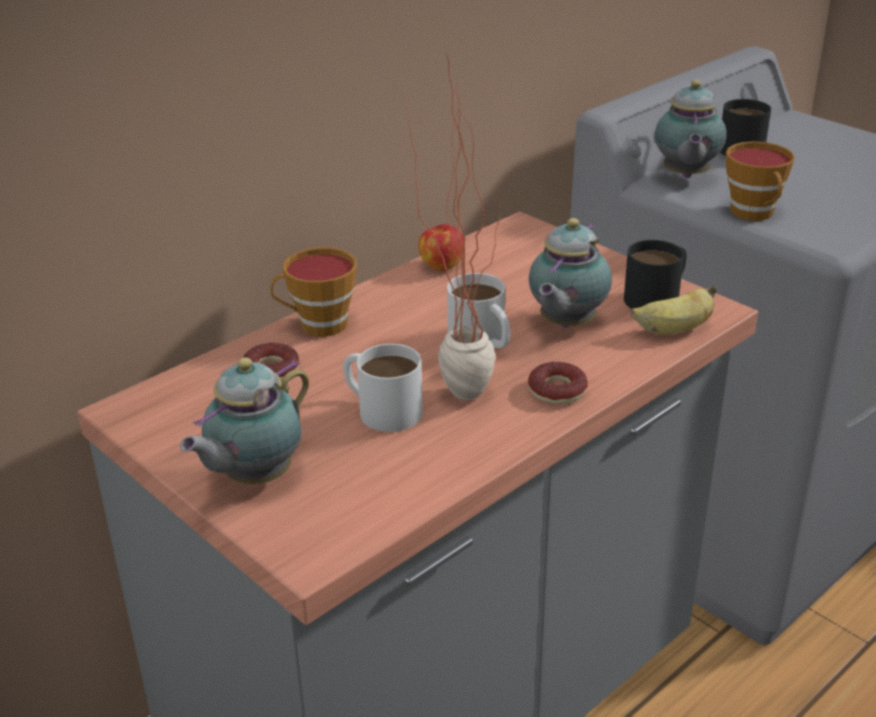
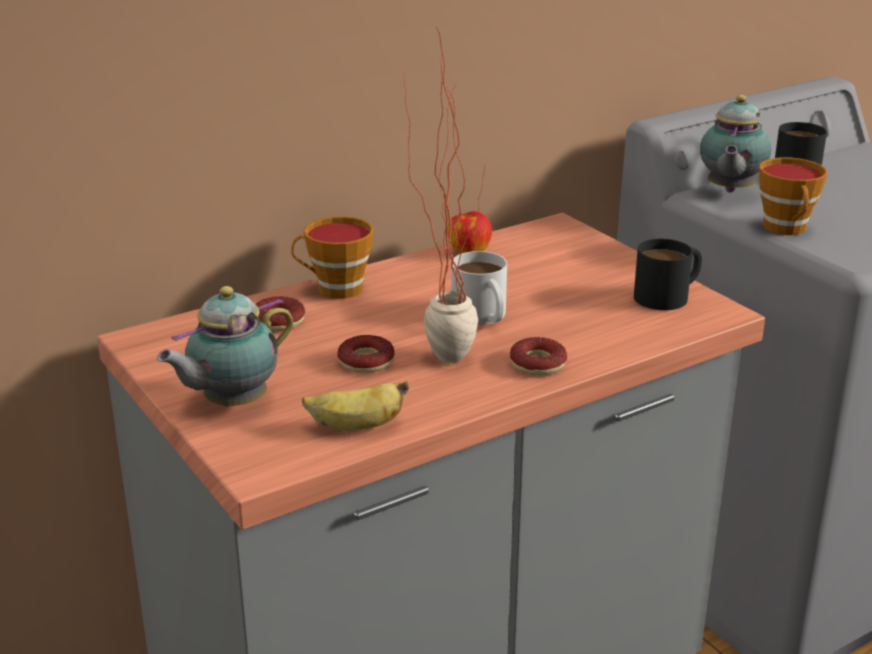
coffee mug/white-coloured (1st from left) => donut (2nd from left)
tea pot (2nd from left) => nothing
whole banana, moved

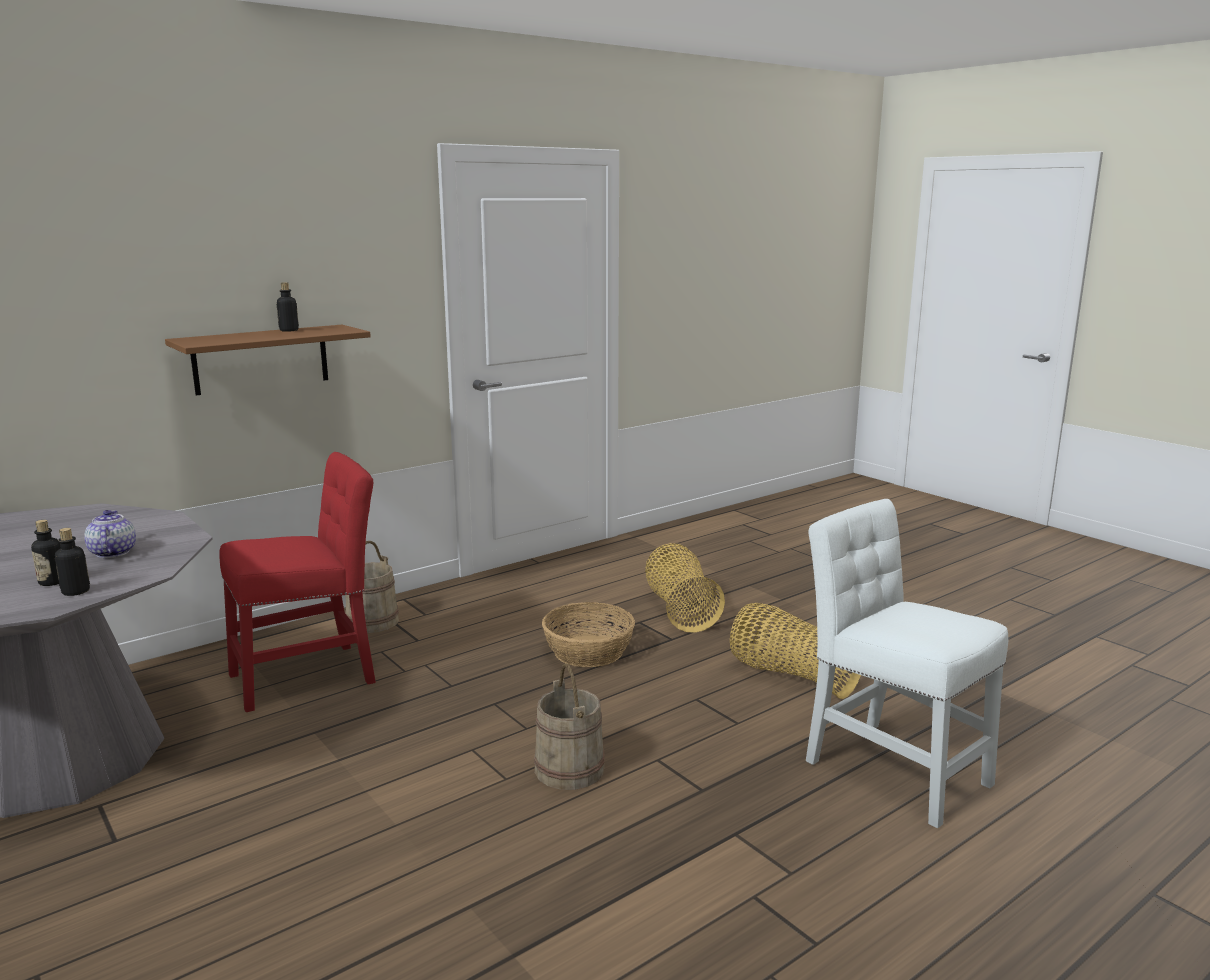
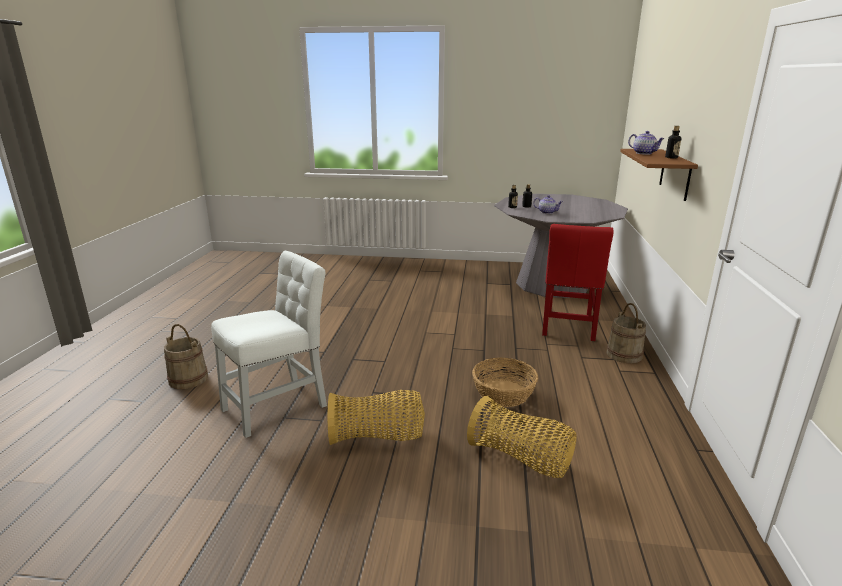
pail/beige-coloured (2nd from left in the first image) => pail/beige-coloured (1st from left), moved
upright chair/white-coloured, 45 degrees counterclockwise
nothing => tea pot (2nd from left)

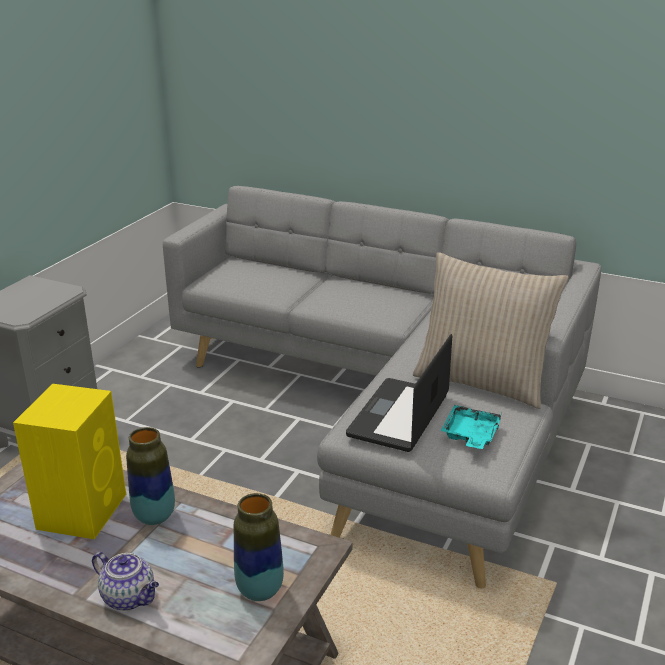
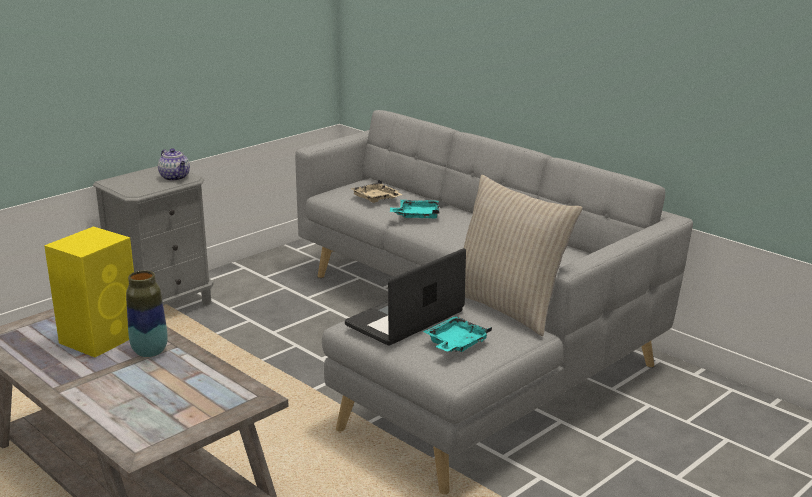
tea pot, moved
vase (2nd from left) => nothing
nothing => carrying tray/beige-coloured
nothing => carrying tray/blue-green (1st from left)

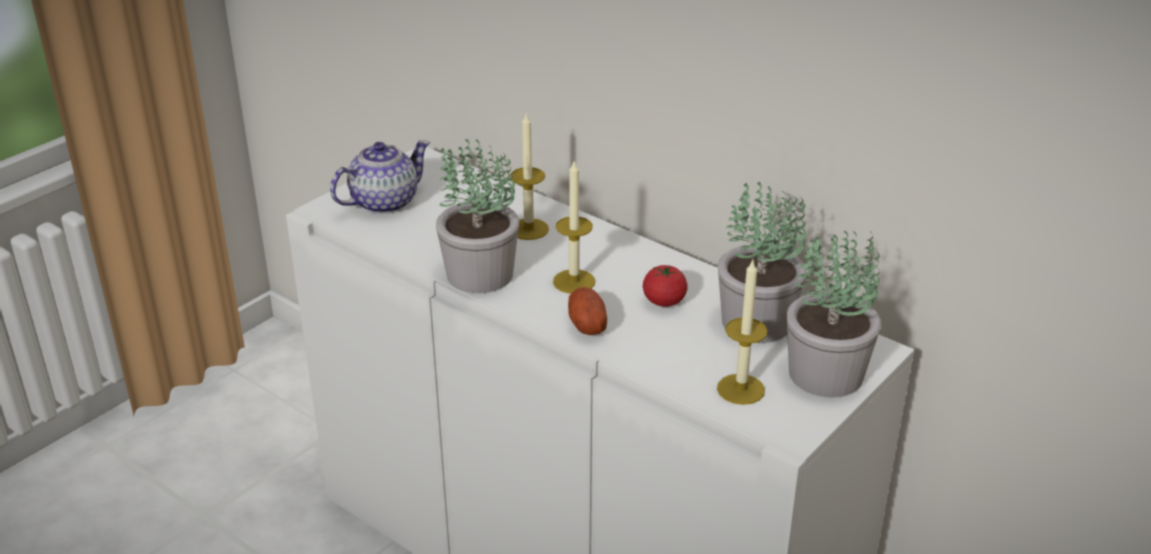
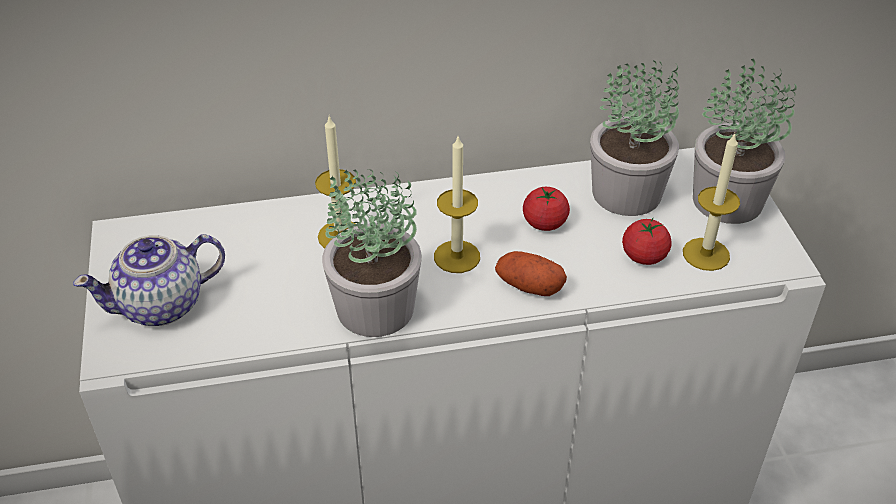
tea pot, 120 degrees counterclockwise
nothing => whole tomato (2nd from left)

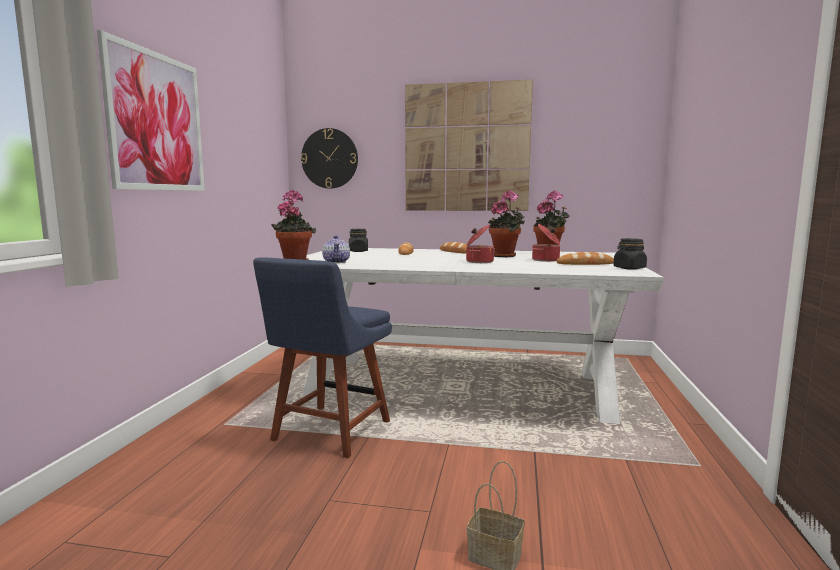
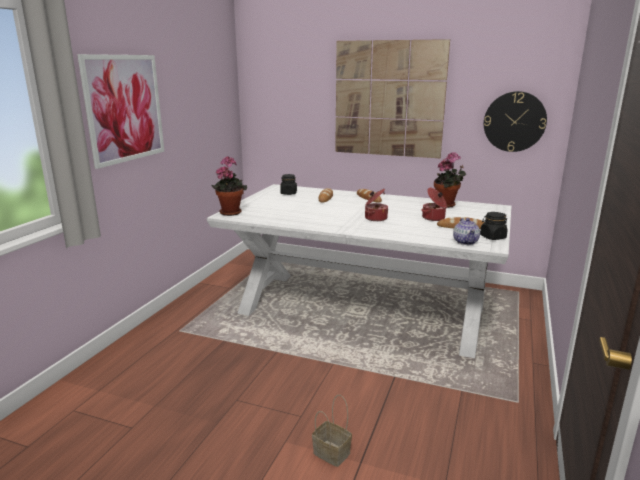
upright chair/bluish => nothing
wall clock, moved
tea pot, moved
houseplant (2nd from left) => nothing

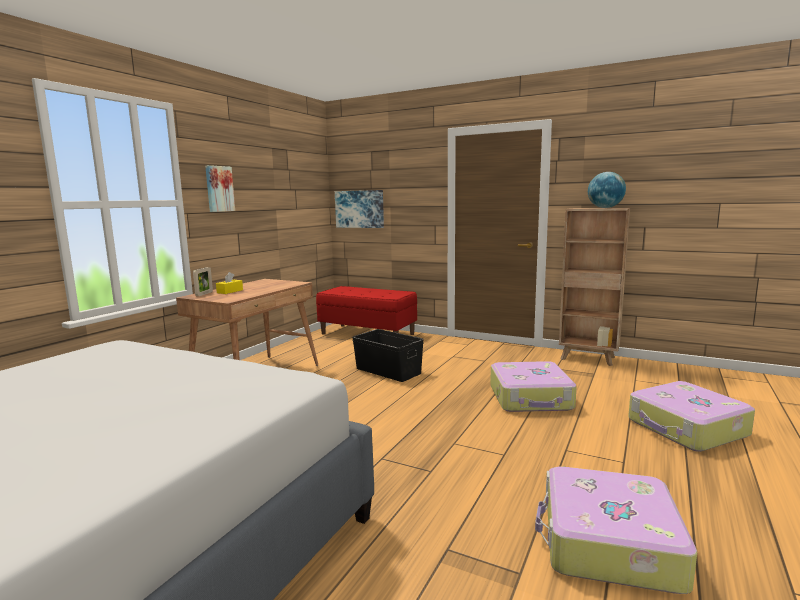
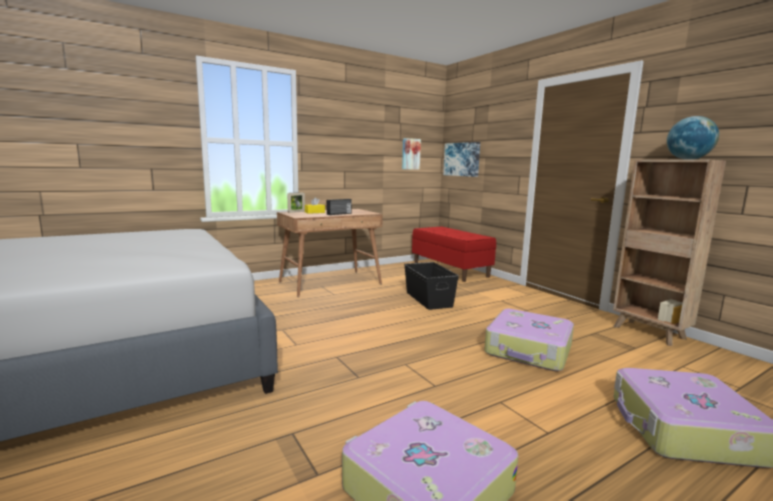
wall art (1st from left), moved
nothing => radio set

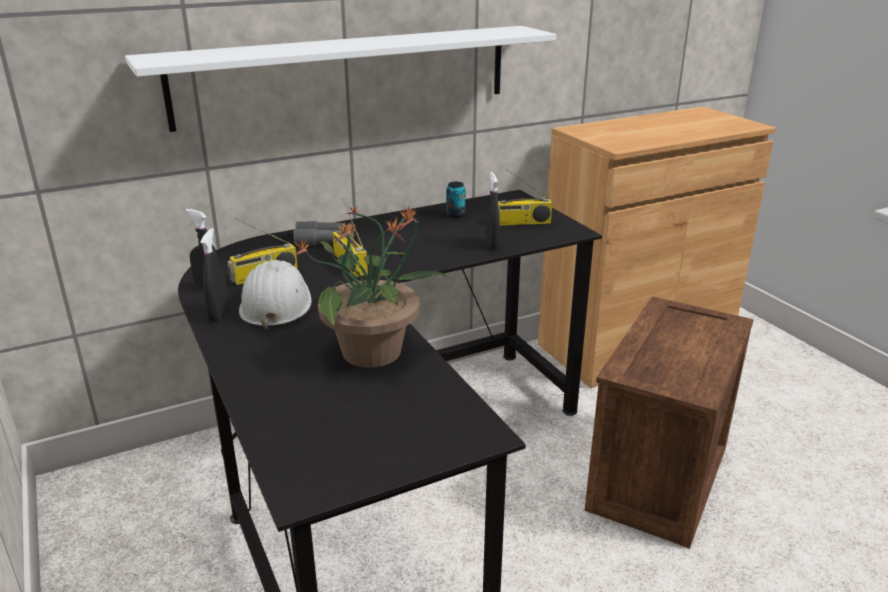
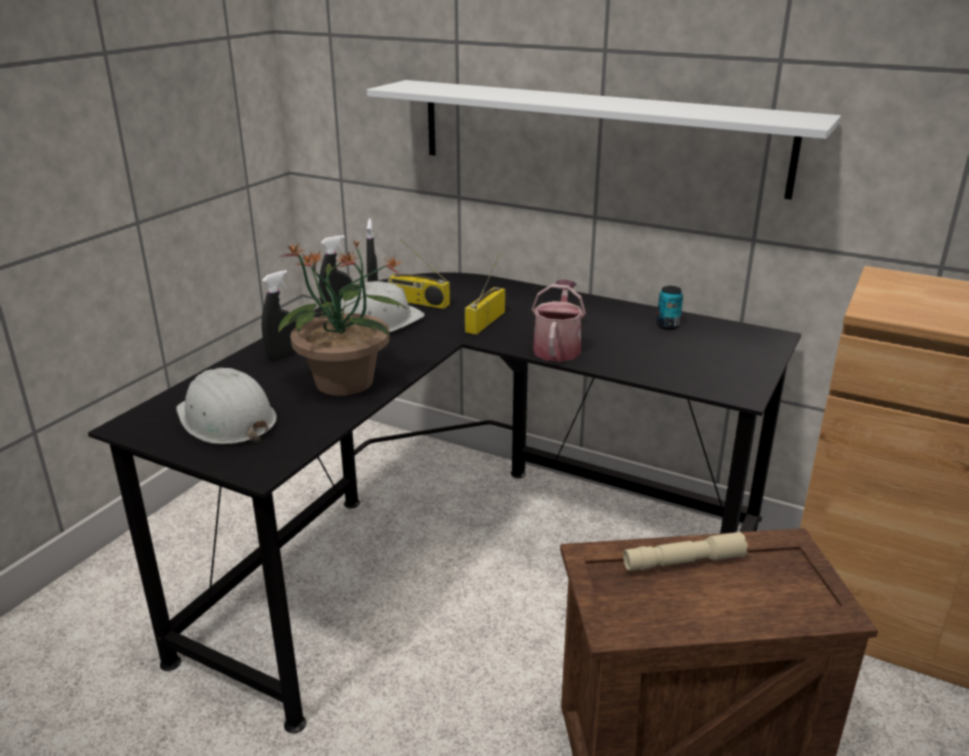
pair of binoculars/greyish => nothing
hand sprayer/black (3rd from left in the first image) => hand sprayer/black (1st from left), moved
radio set (3rd from left) => nothing
nothing => hard hat/white-coloured (1st from left)
nothing => watering can
nothing => hand torch/beige-coloured

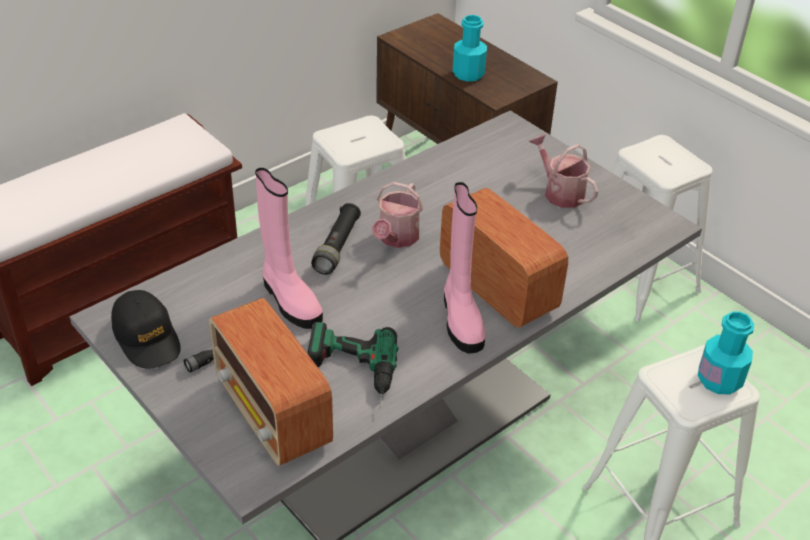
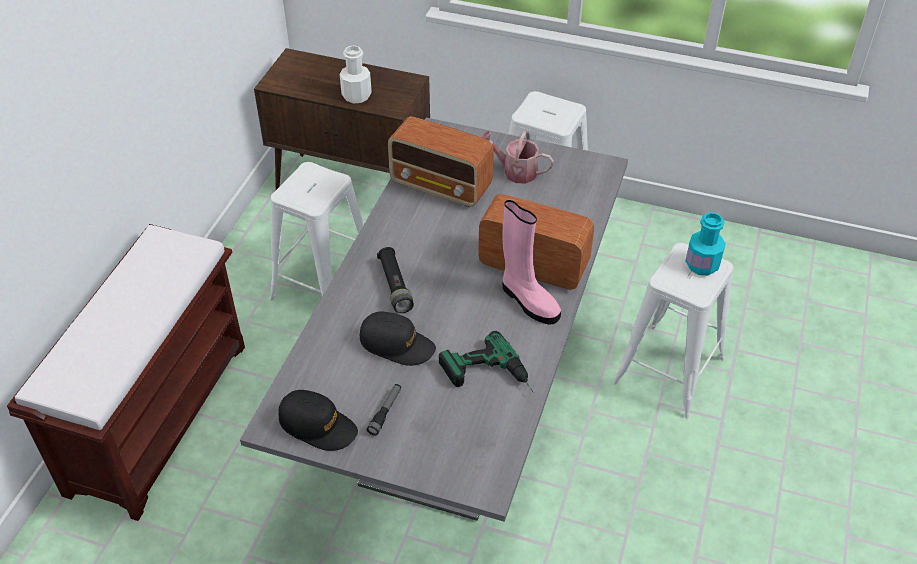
radio set (1st from left), moved
high-top boot/pink-coloured (1st from left) => baseball cap/black (2nd from left)
watering can (1st from left) => nothing
bottle/blue-green (1st from left) => bottle/white-coloured

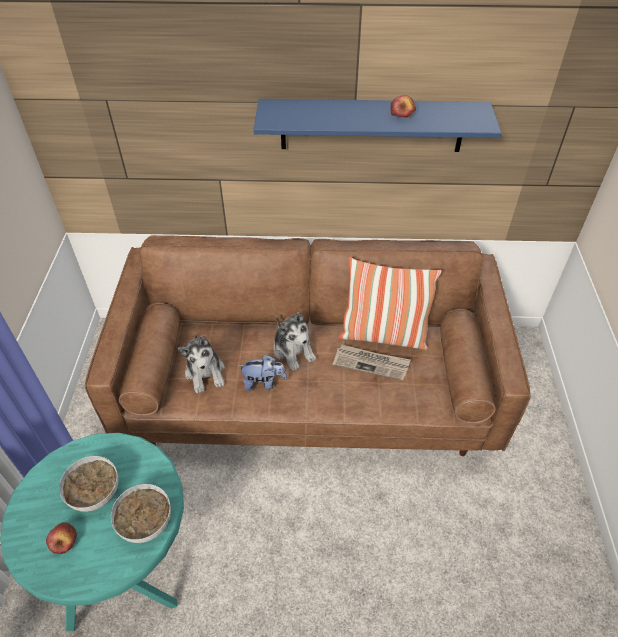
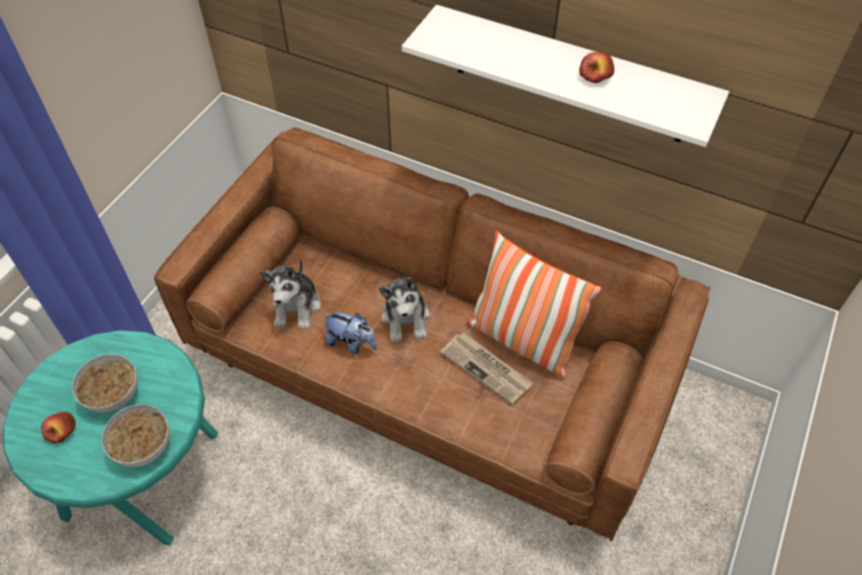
wall shelf/bluish => wall shelf/white-coloured

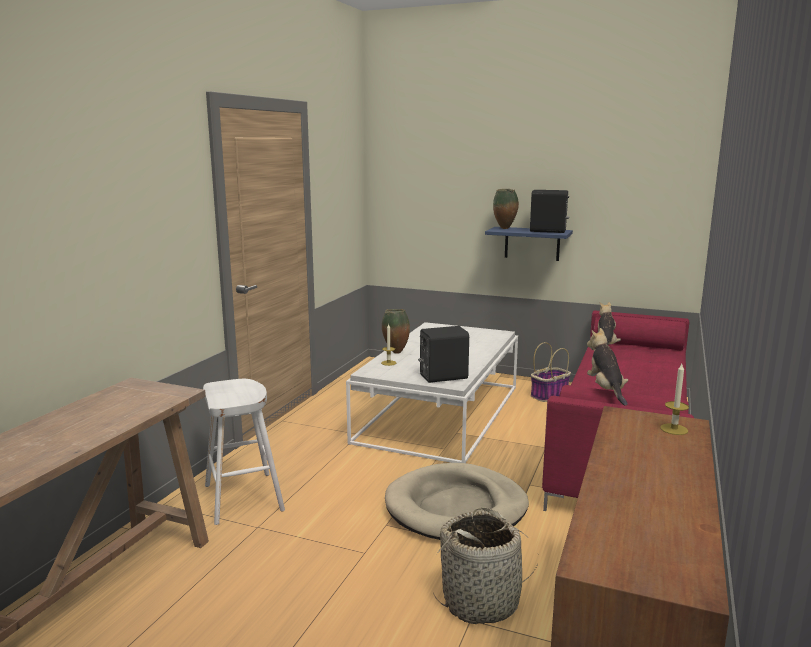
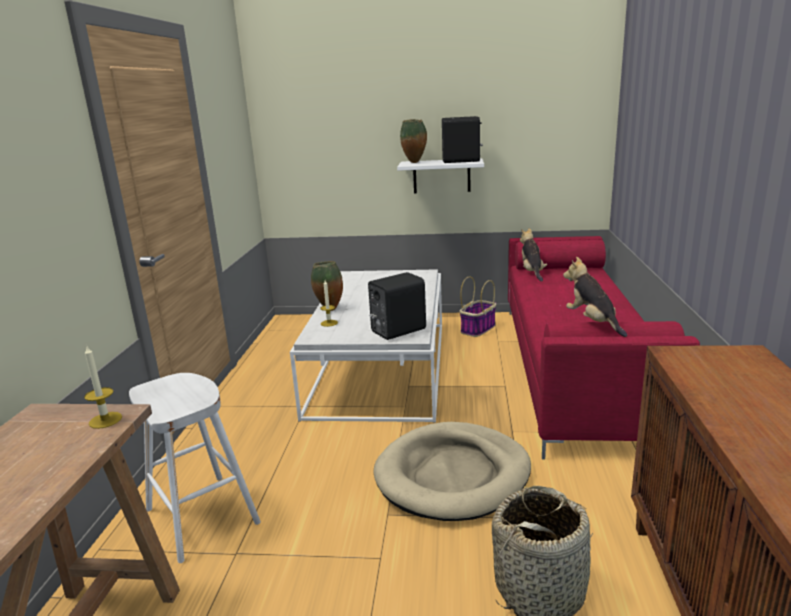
wall shelf/bluish => wall shelf/white-coloured
wax light (2nd from left in the first image) => wax light (1st from left), moved

